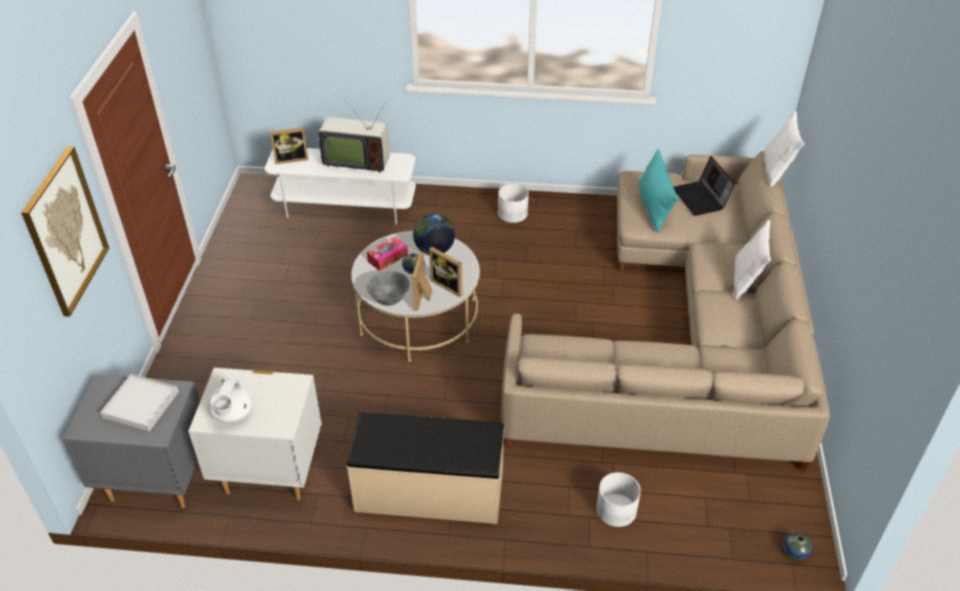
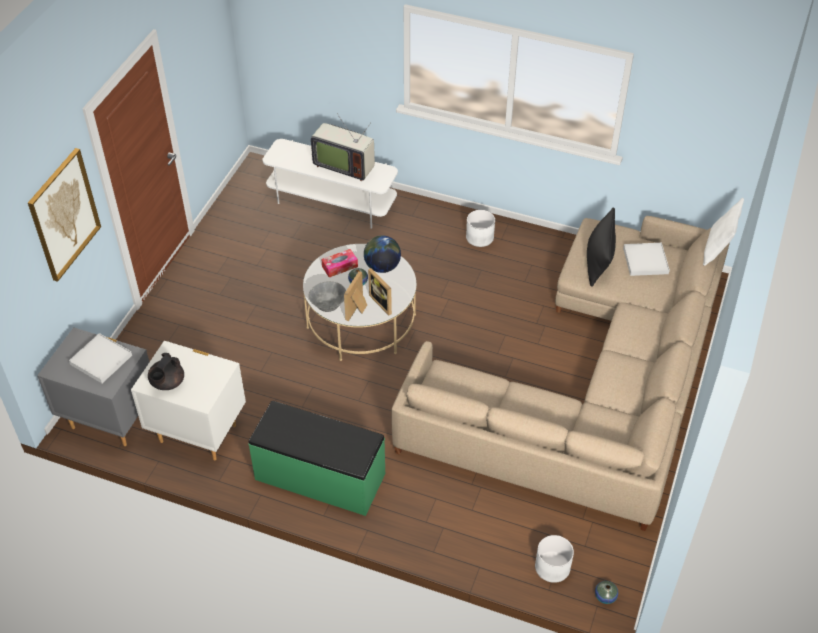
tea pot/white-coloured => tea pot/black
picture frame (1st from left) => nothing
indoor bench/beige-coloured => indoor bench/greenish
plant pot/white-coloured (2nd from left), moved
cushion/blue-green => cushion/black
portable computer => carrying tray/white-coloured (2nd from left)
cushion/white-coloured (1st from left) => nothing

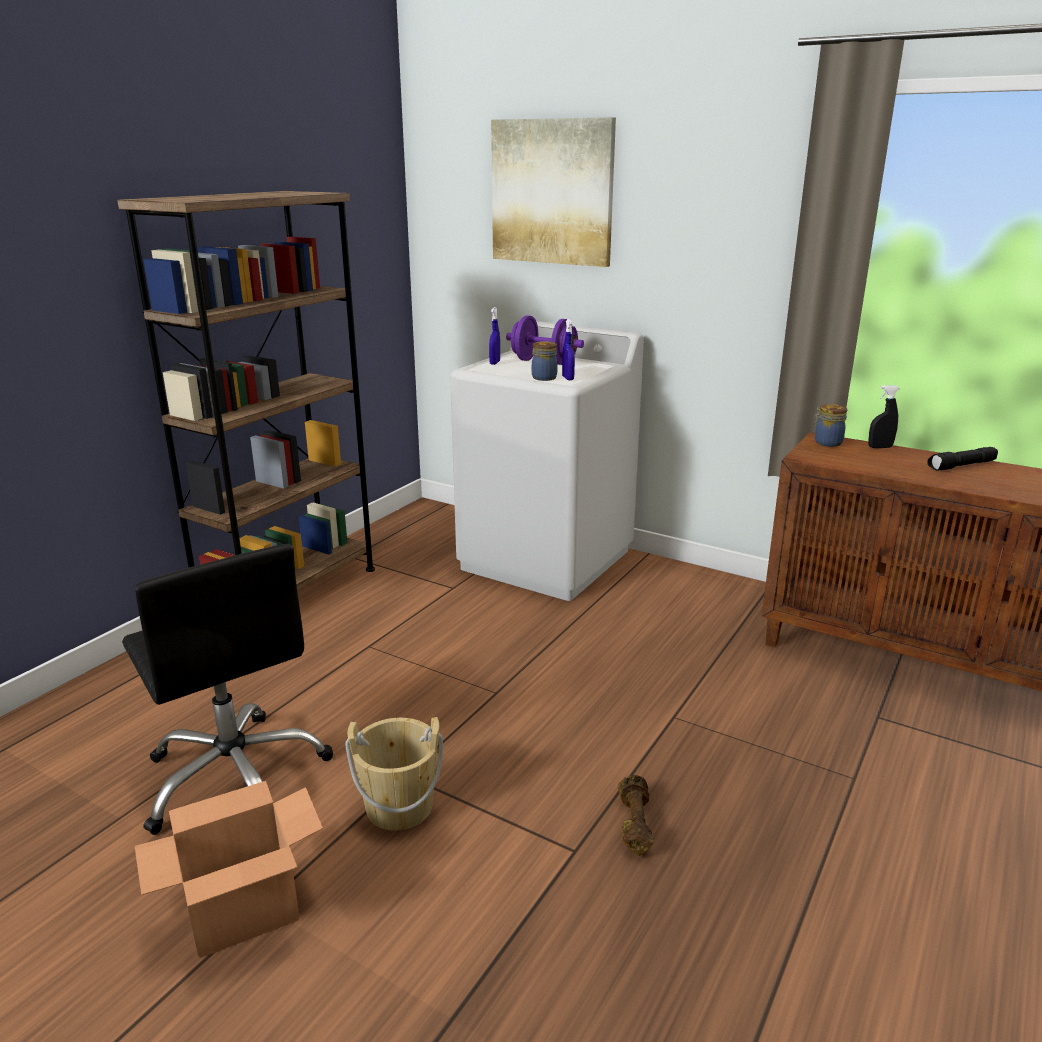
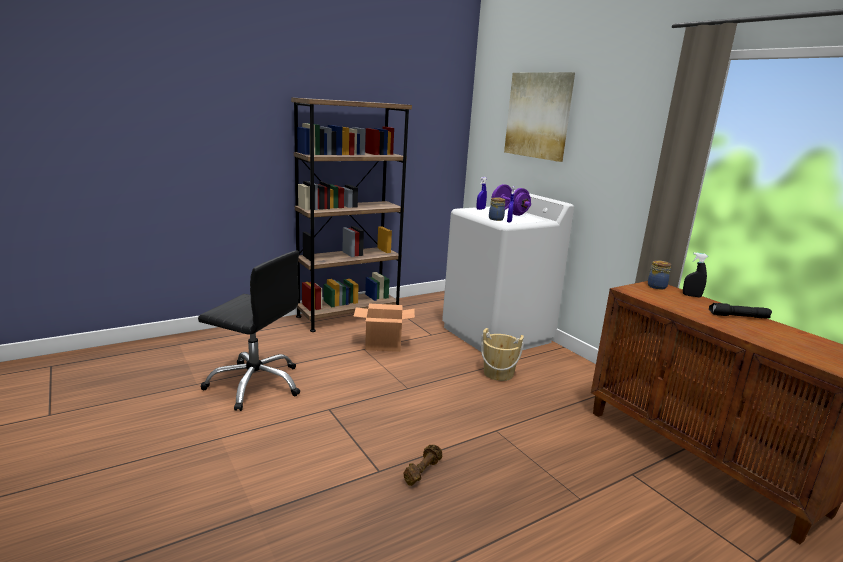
office chair/black, 60 degrees counterclockwise
packing box, moved
pail/beige-coloured, moved

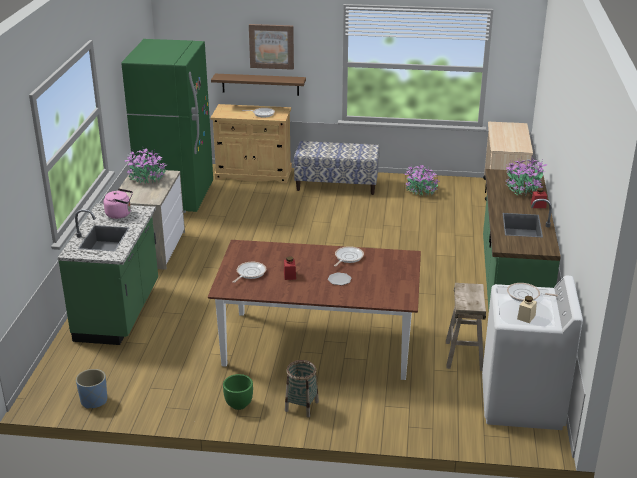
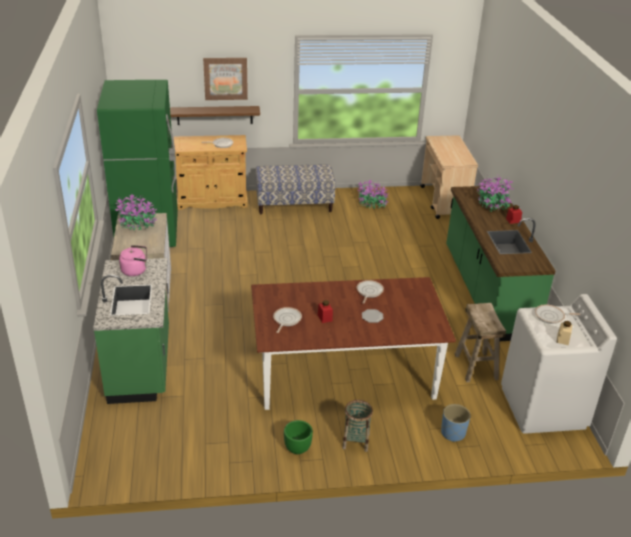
plant pot/bluish, moved

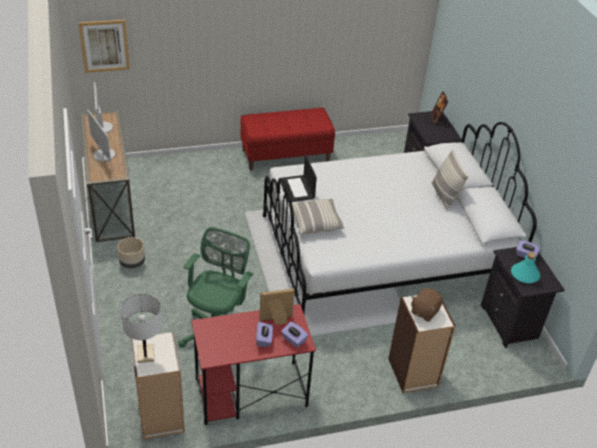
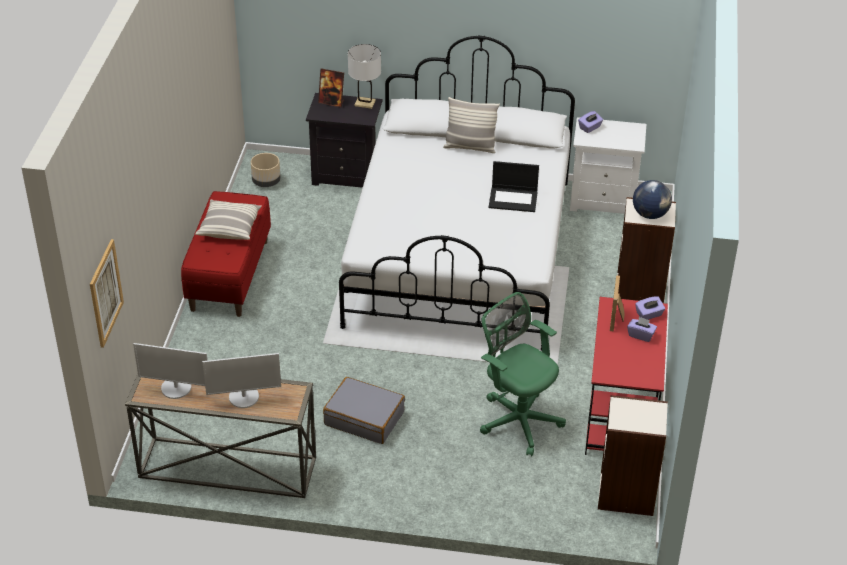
plant pot/beige-coloured, moved
table lamp/white-coloured, moved
portable computer, moved
cushion (1st from left), moved
plush toy/brown => world globe
bedside table/black (2nd from left) => bedside table/white-coloured
bottle/blue-green => nothing
nothing => travel case/greyish

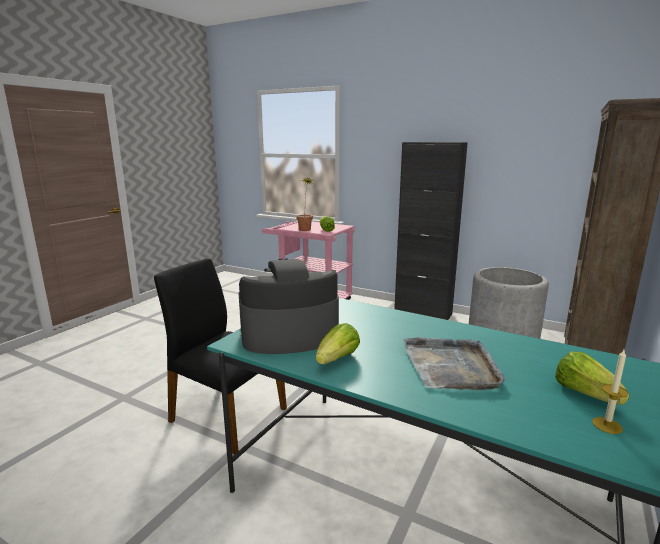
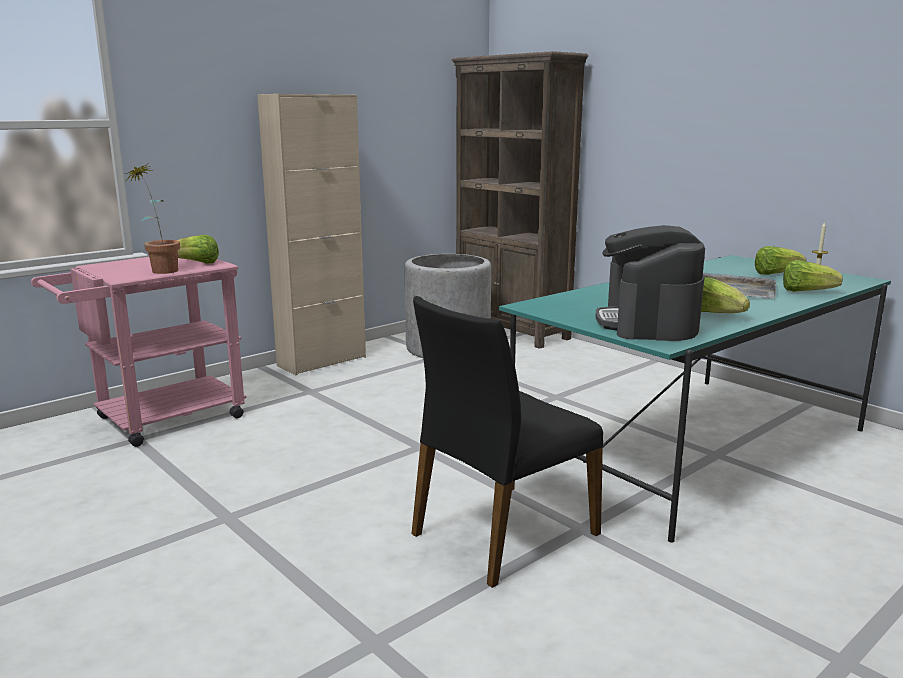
cabinet/black => cabinet/beige-coloured
nothing => head of lettuce (4th from left)

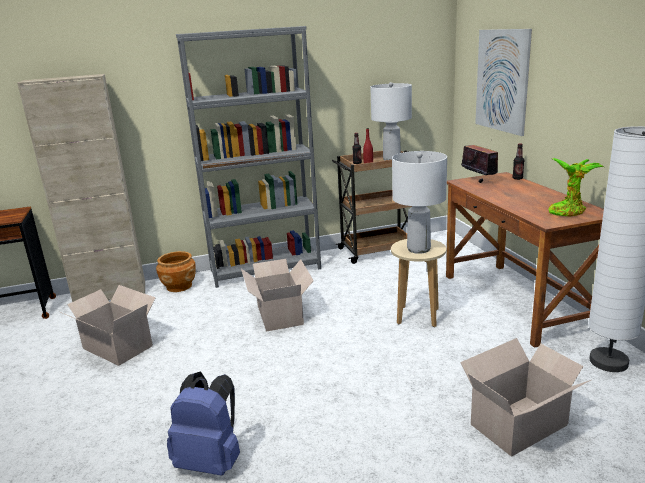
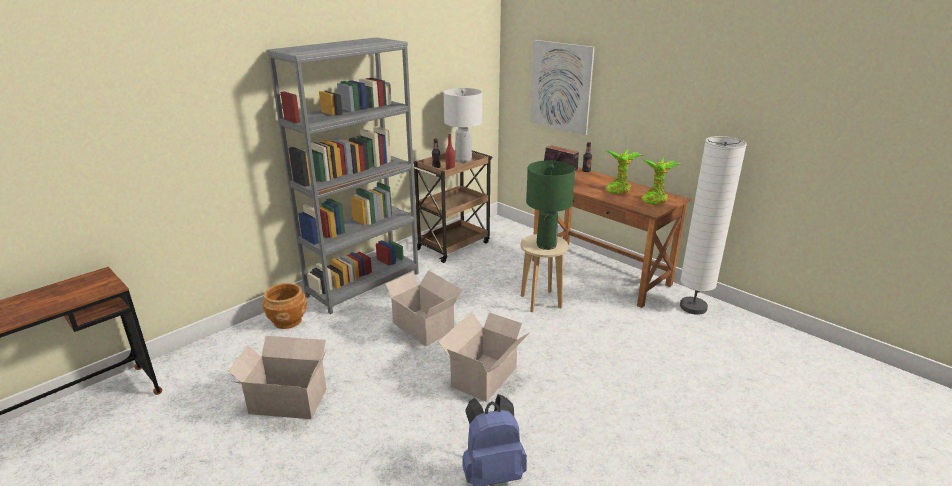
cabinet/beige-coloured => nothing
table lamp/white-coloured (2nd from left) => table lamp/greenish
packing box (3rd from left), moved
nothing => houseplant (1st from left)

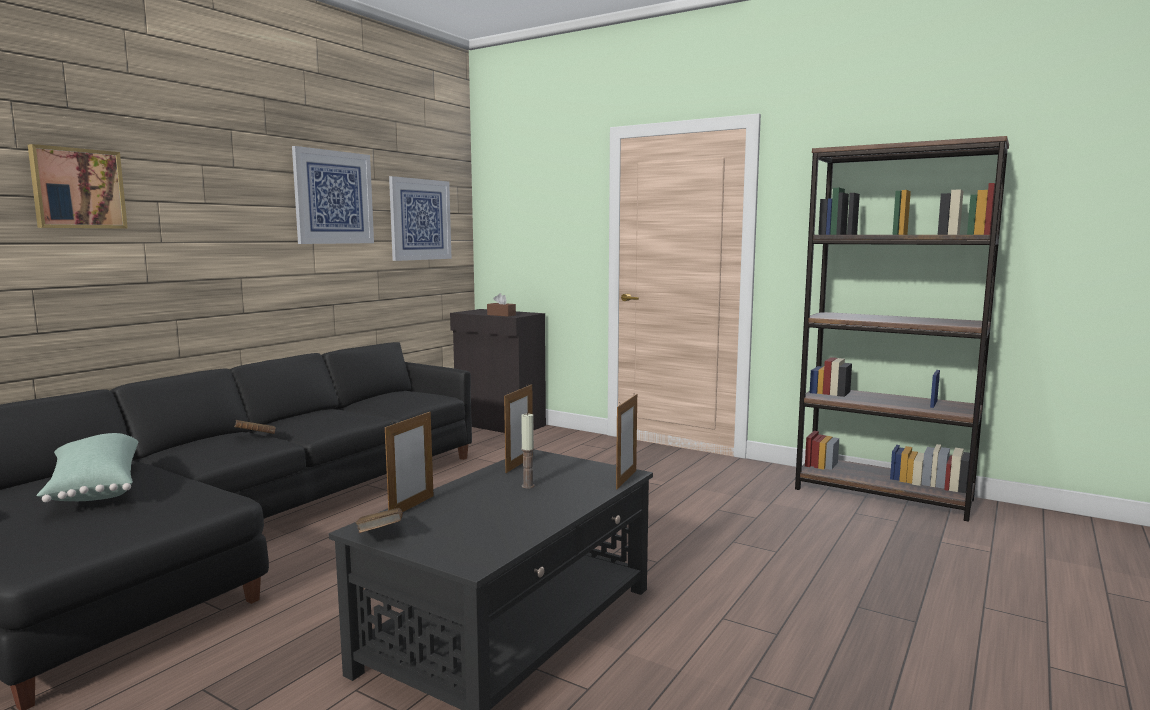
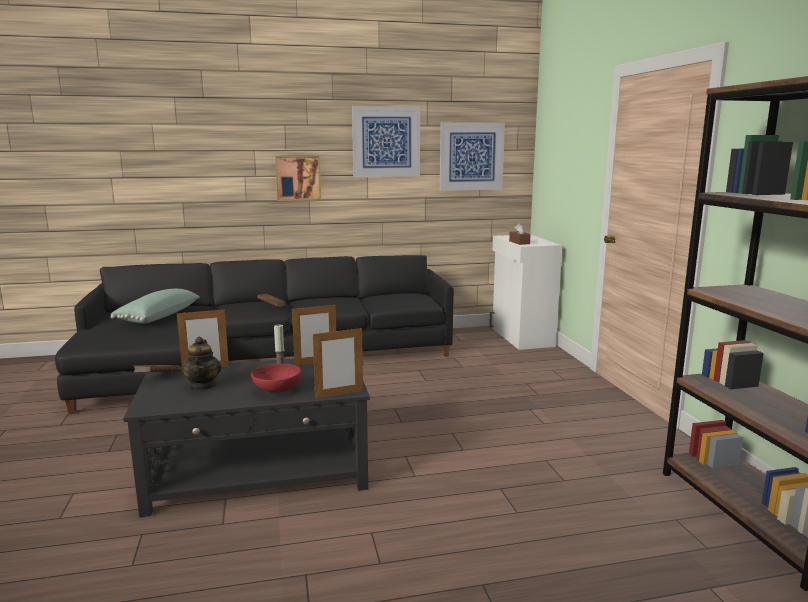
wall art (1st from left), moved
cabinet/black => cabinet/white-coloured
nothing => tea pot
nothing => bowl/red-coloured

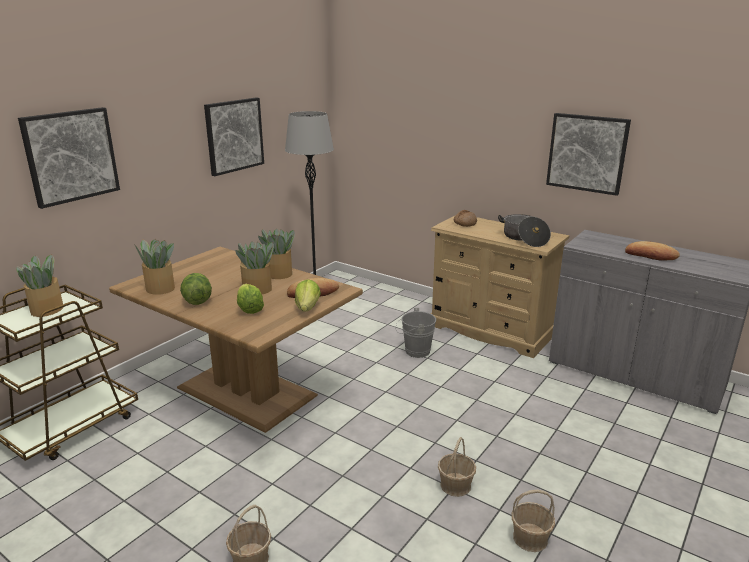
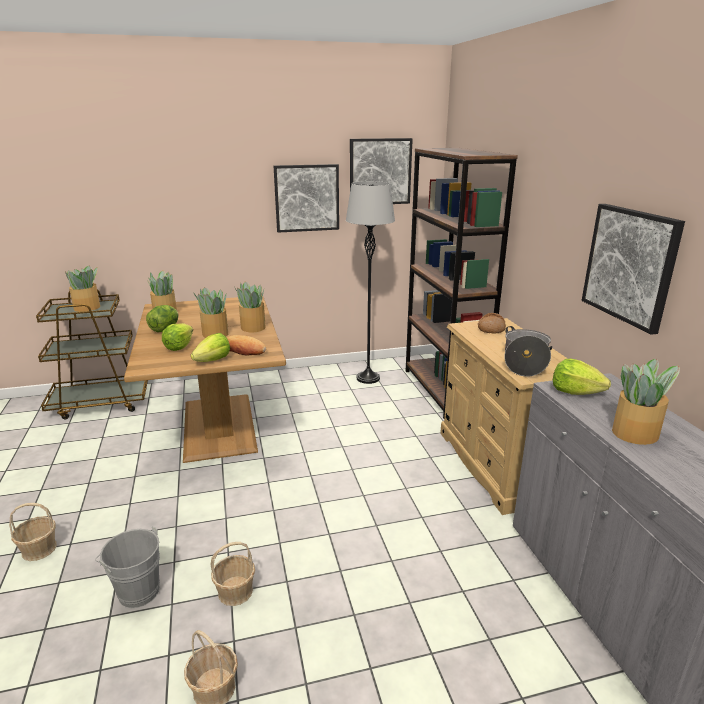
wall art (1st from left in the first image) => wall art (2nd from left), moved
pail/greyish, moved
baked bread (3rd from left) => houseplant (5th from left)
nothing => shelving unit/brown
nothing => head of lettuce (4th from left)

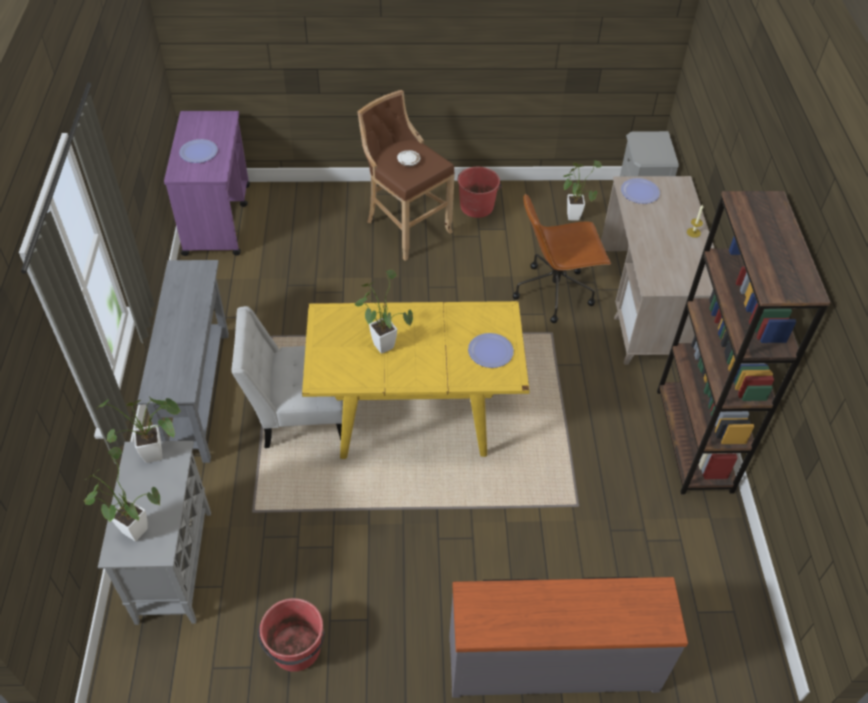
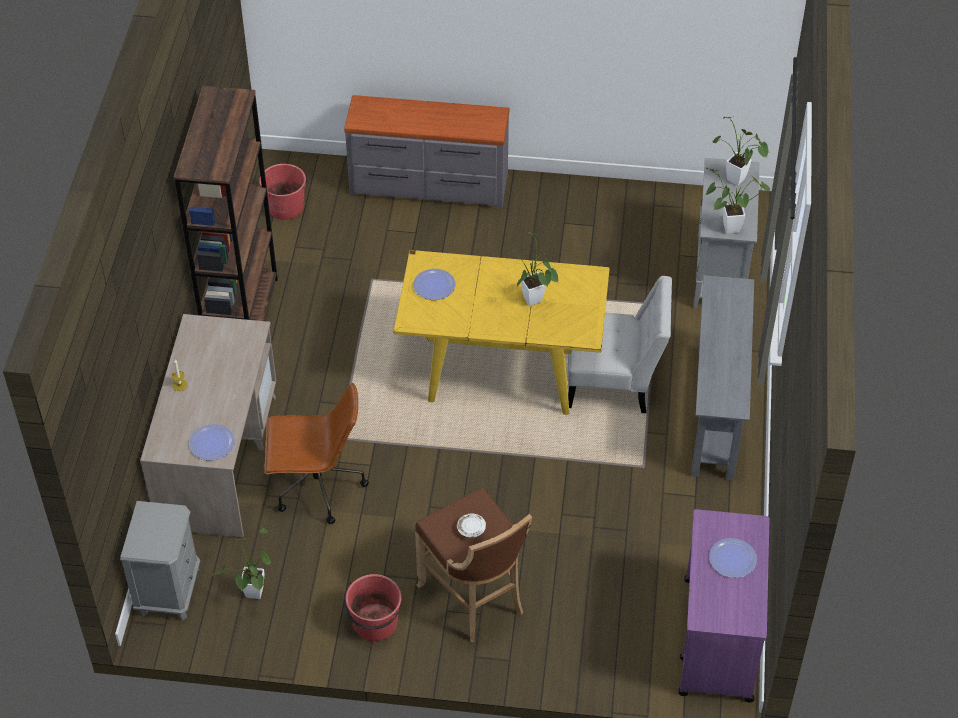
pail/red-coloured (1st from left), moved

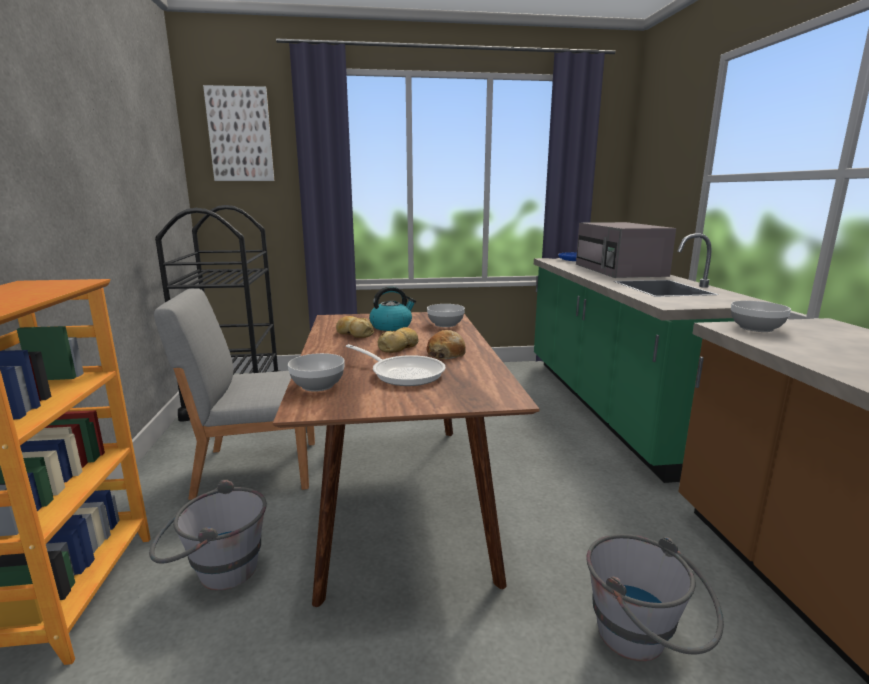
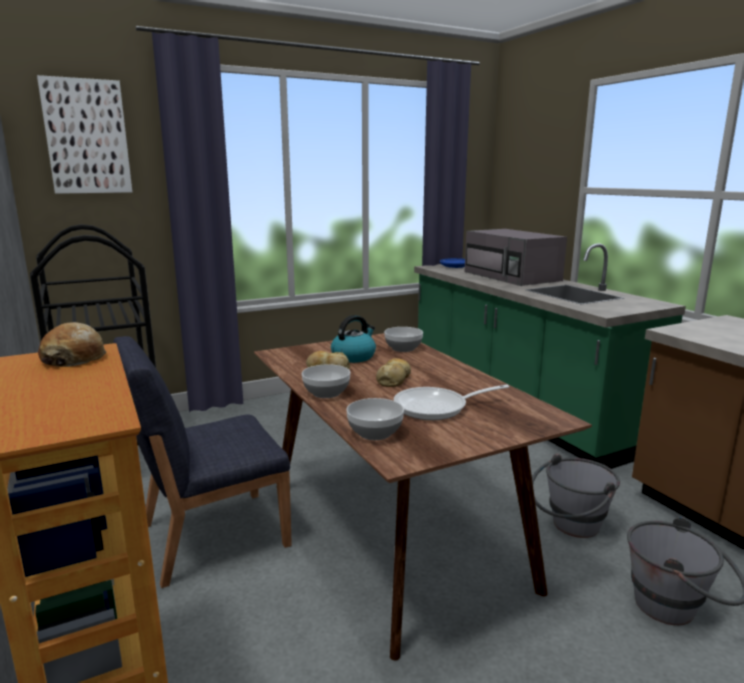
pail/greyish (1st from left), moved
upright chair/greyish => upright chair/bluish
skillet, 150 degrees clockwise
baked bread (3rd from left in the first image) => baked bread (1st from left), moved
bowl (3rd from left in the first image) => bowl (1st from left), moved

